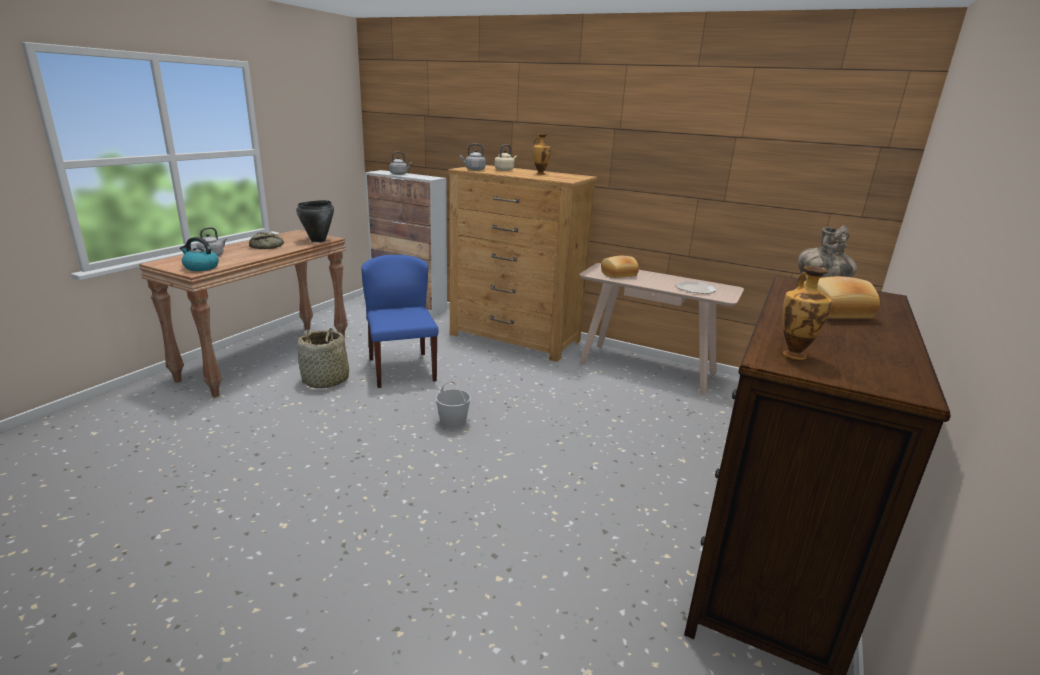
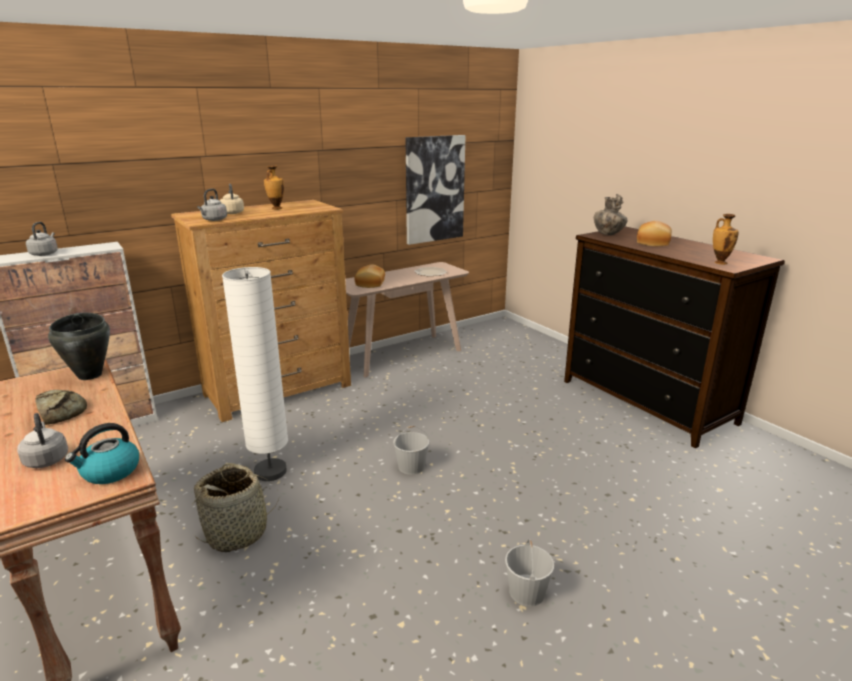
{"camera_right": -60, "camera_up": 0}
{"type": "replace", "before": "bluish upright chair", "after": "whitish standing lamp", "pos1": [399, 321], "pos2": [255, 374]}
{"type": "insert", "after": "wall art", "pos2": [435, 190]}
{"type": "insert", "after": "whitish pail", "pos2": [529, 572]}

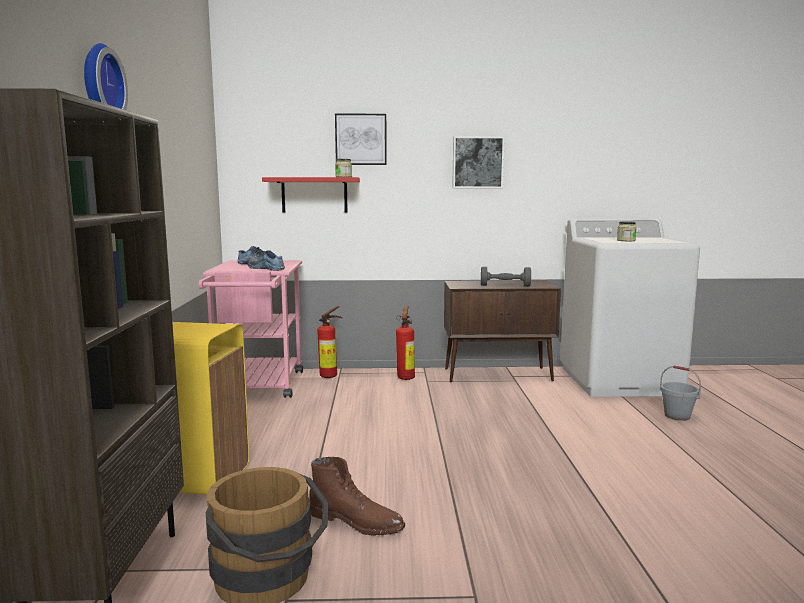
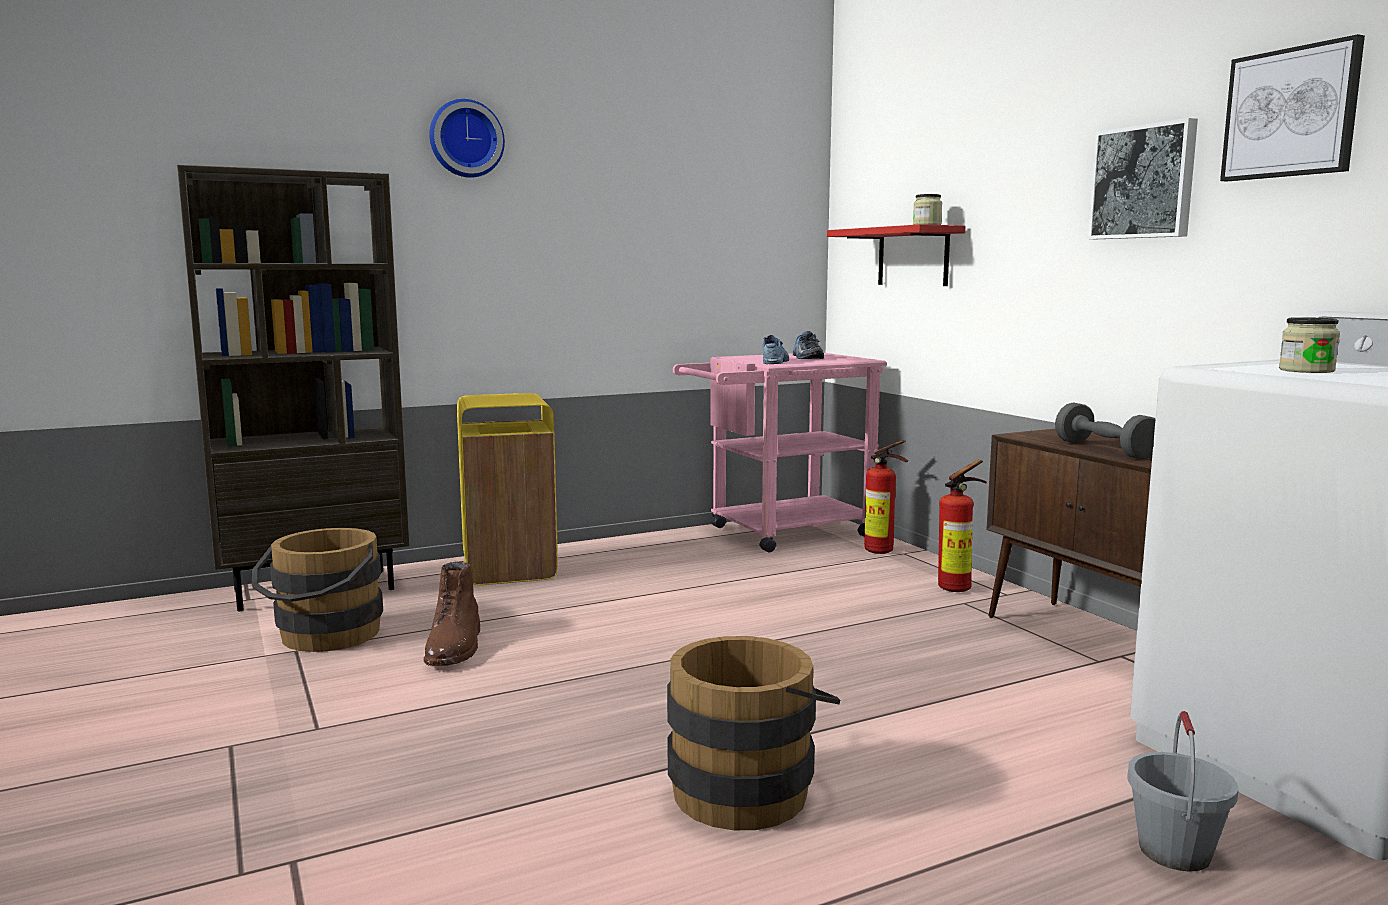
{"camera_right": 65, "camera_up": 0}
{"type": "move", "before": "wall art", "pos1": [361, 139], "pos2": [1292, 107]}
{"type": "insert", "after": "brownish pail", "pos2": [753, 733]}

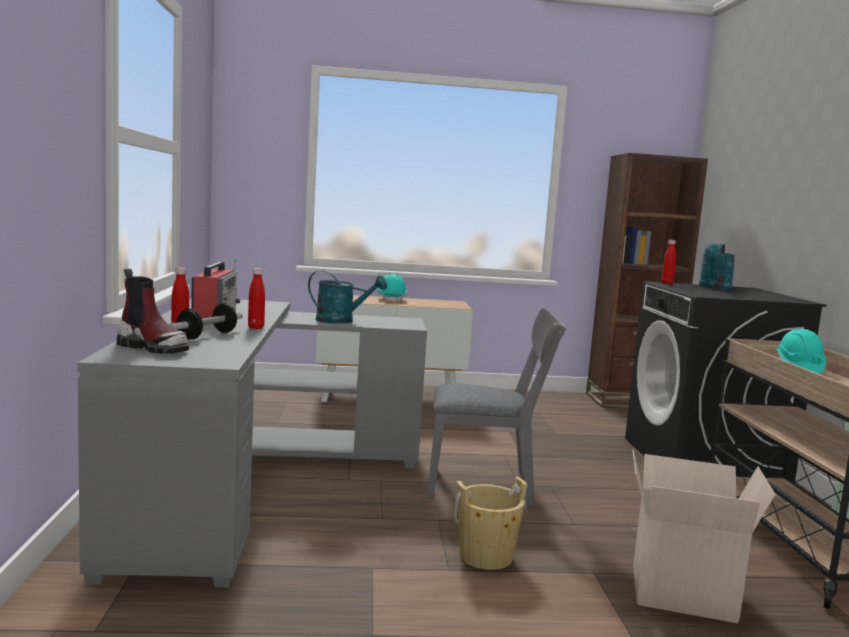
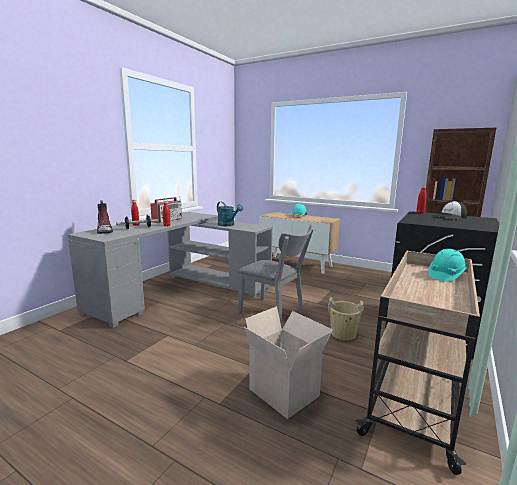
{"camera_right": 35, "camera_up": 5}
{"type": "move", "before": "beige pail", "pos1": [490, 523], "pos2": [346, 318]}
{"type": "replace", "before": "turquoise-coloured sprinkling can", "after": "baseball cap", "pos1": [717, 267], "pos2": [450, 210]}

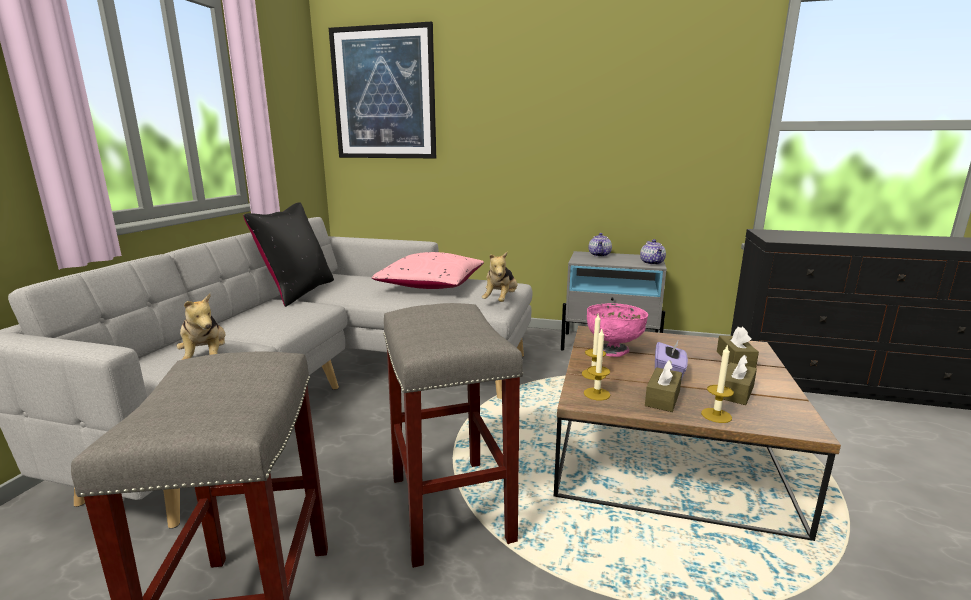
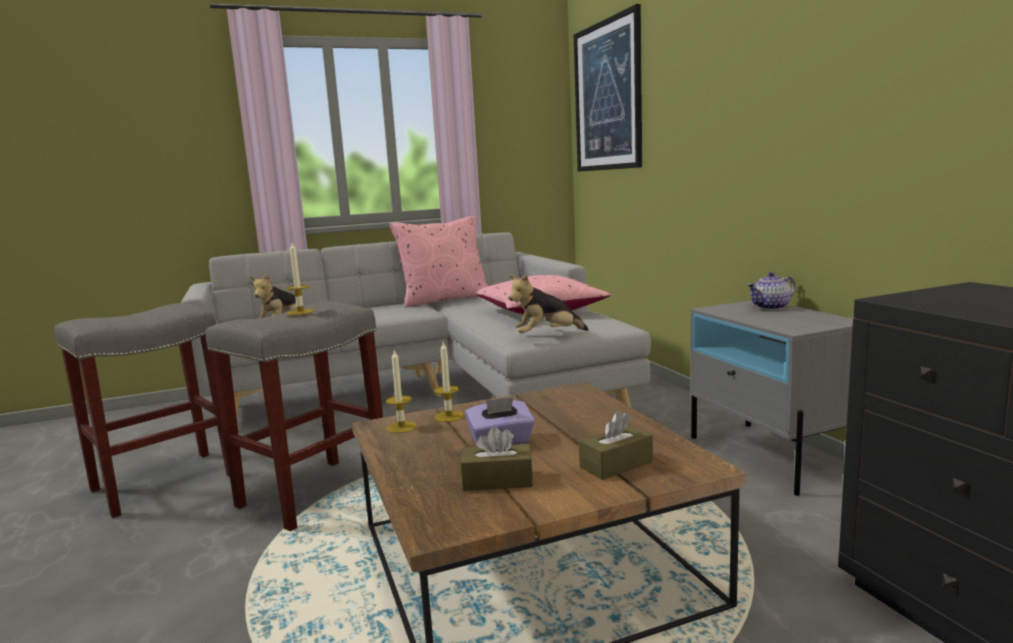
{"camera_right": 55, "camera_up": -5}
{"type": "recolor", "before": "blackish pillow", "after": "pink pillow", "pos1": [288, 254], "pos2": [439, 261]}
{"type": "delete", "before": "pink serving bowl", "pos1": [617, 330]}
{"type": "delete", "before": "teapot", "pos1": [653, 252]}
{"type": "delete", "before": "brownish box of tissues", "pos1": [663, 386]}
{"type": "move", "before": "wax light", "pos1": [717, 383], "pos2": [300, 279]}

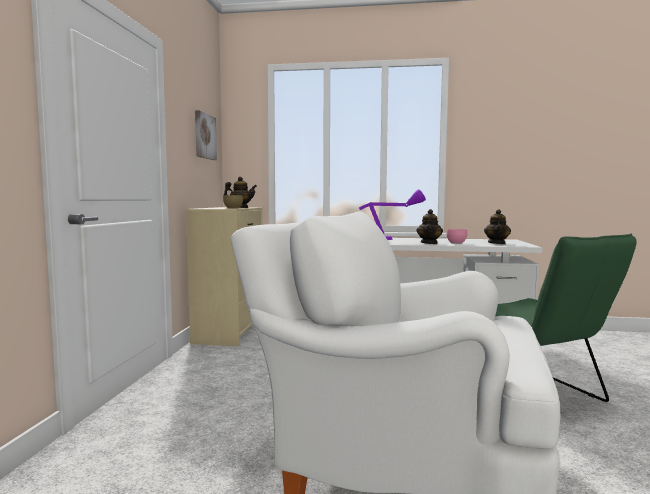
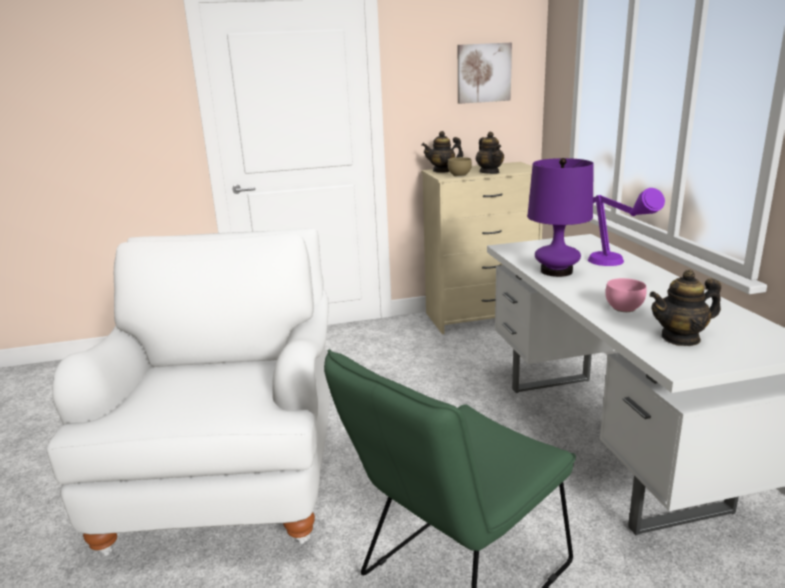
{"camera_right": 70, "camera_up": 15}
{"type": "move", "before": "teapot", "pos1": [430, 226], "pos2": [442, 152]}
{"type": "insert", "after": "purplish lamp for a table", "pos2": [560, 217]}

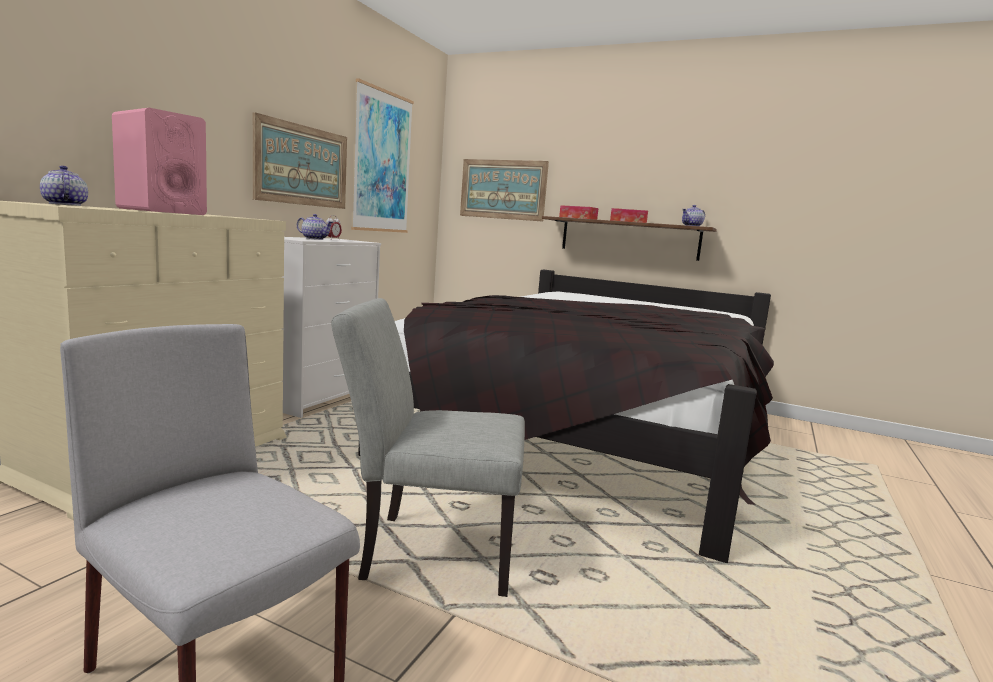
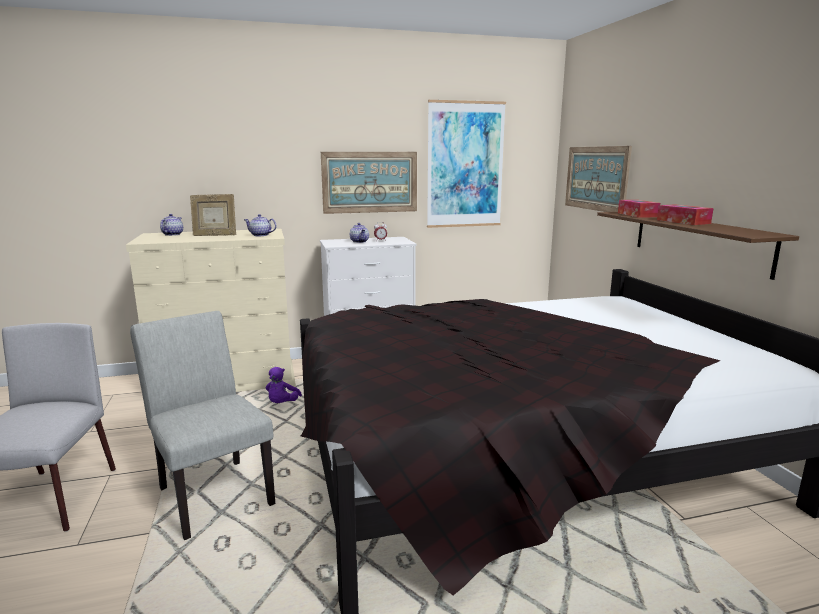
{"camera_right": 50, "camera_up": 5}
{"type": "replace", "before": "pink audio speaker", "after": "picture frame", "pos1": [159, 161], "pos2": [213, 215]}
{"type": "move", "before": "teapot", "pos1": [693, 215], "pos2": [260, 225]}
{"type": "insert", "after": "purplish plush toy", "pos2": [284, 385]}

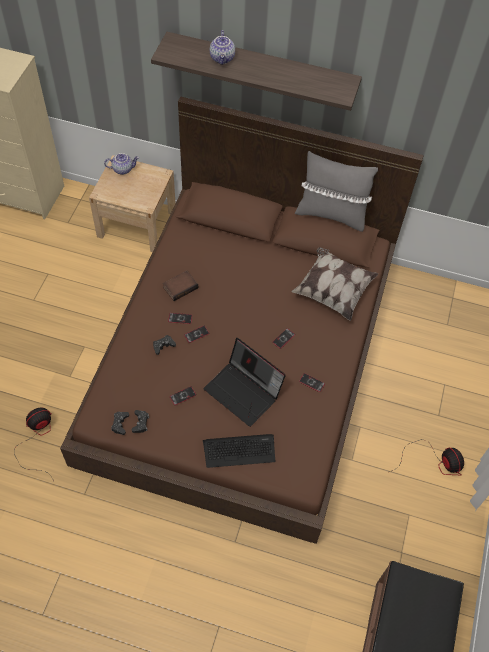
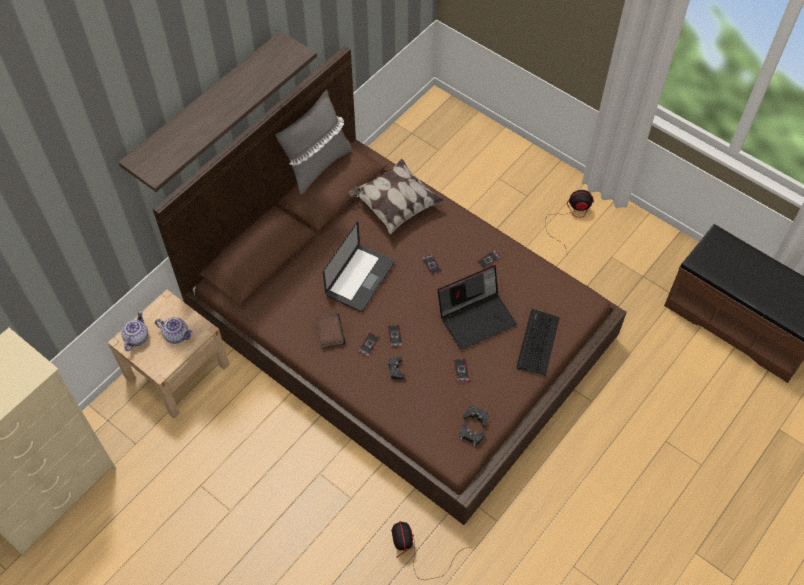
{"camera_right": -65, "camera_up": 0}
{"type": "move", "before": "teapot", "pos1": [222, 47], "pos2": [174, 330]}
{"type": "insert", "after": "portable computer", "pos2": [358, 266]}

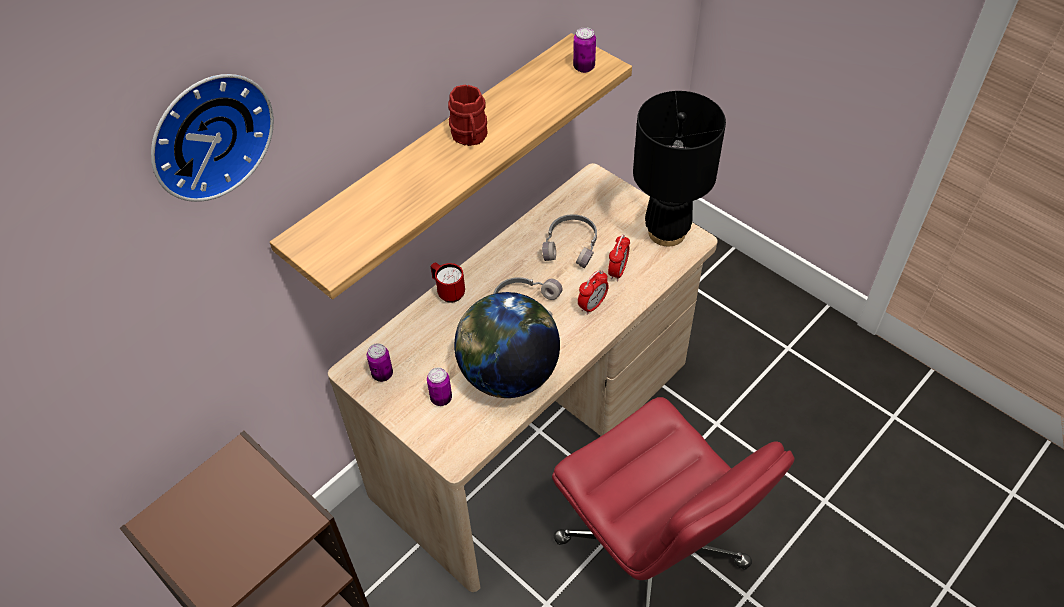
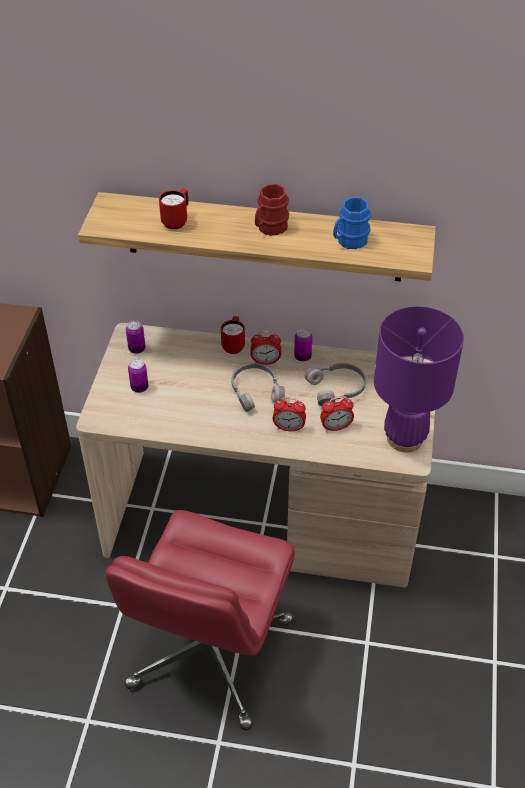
{"camera_right": 55, "camera_up": -5}
{"type": "delete", "before": "wall clock", "pos1": [212, 138]}
{"type": "delete", "before": "world globe", "pos1": [507, 345]}
{"type": "move", "before": "metal can", "pos1": [584, 50], "pos2": [303, 345]}
{"type": "recolor", "before": "blackish lamp for a table", "after": "purplish lamp for a table", "pos1": [679, 168], "pos2": [419, 379]}
{"type": "insert", "after": "reddish coffee mug", "pos2": [174, 208]}
{"type": "insert", "after": "bedside clock", "pos2": [265, 348]}
{"type": "insert", "after": "bluish coffee mug", "pos2": [352, 223]}

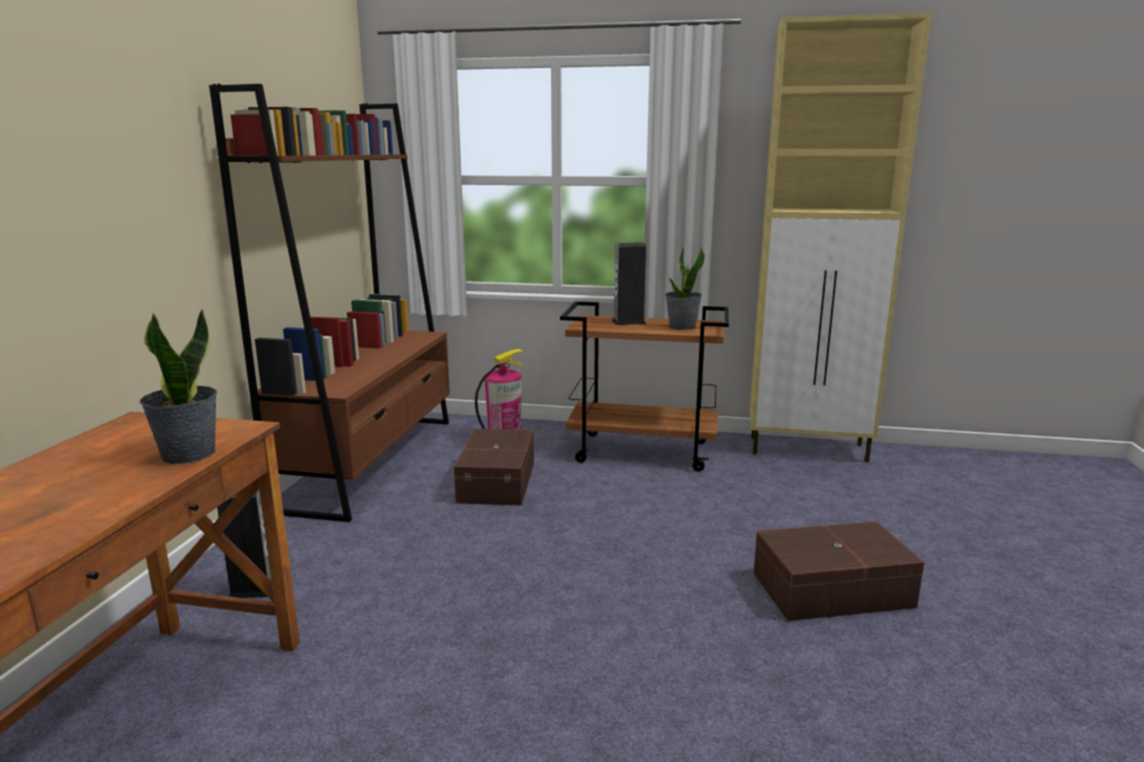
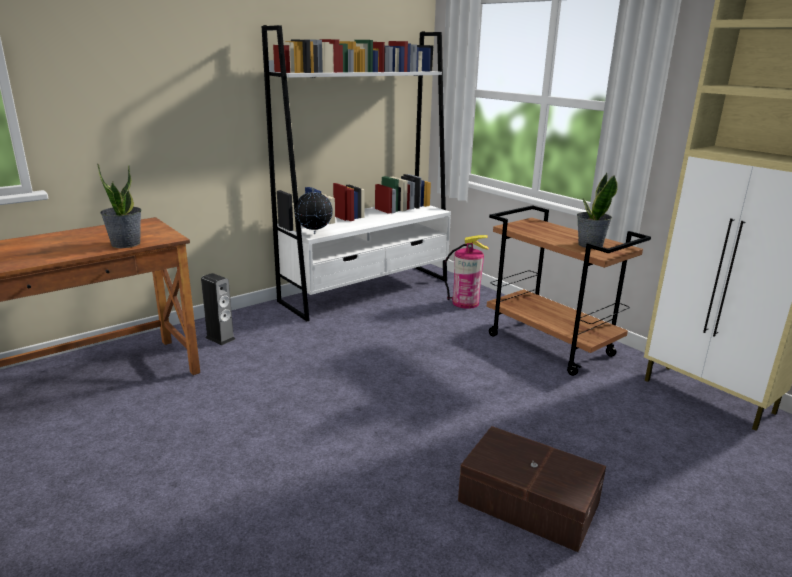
{"camera_right": 40, "camera_up": 5}
{"type": "recolor", "before": "brownish bookshelf", "after": "whitish bookshelf", "pos1": [329, 303], "pos2": [356, 173]}
{"type": "delete", "before": "brownish storage box", "pos1": [494, 467]}
{"type": "delete", "before": "audio speaker", "pos1": [629, 283]}
{"type": "insert", "after": "world globe", "pos2": [314, 210]}

